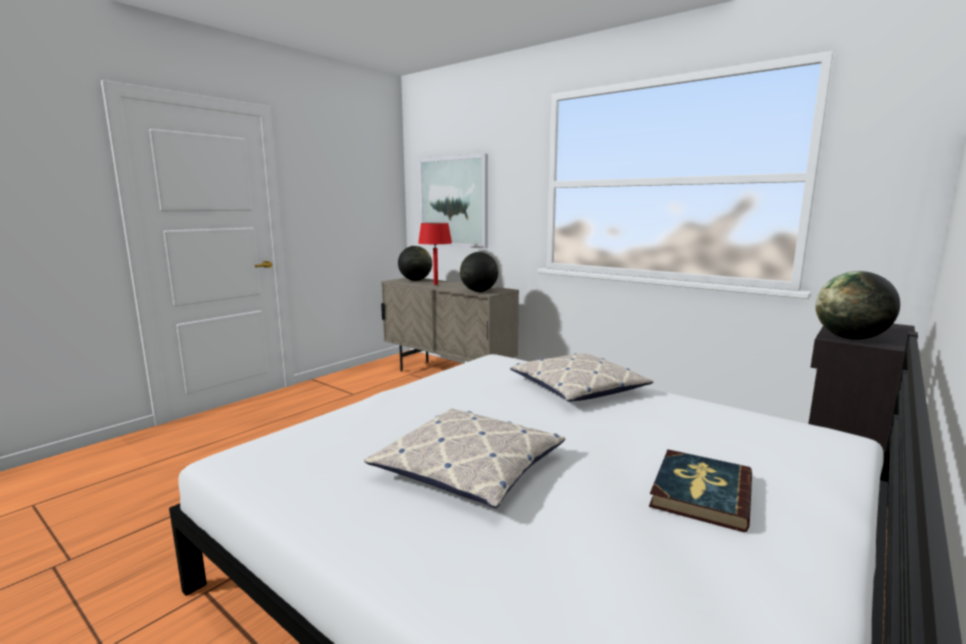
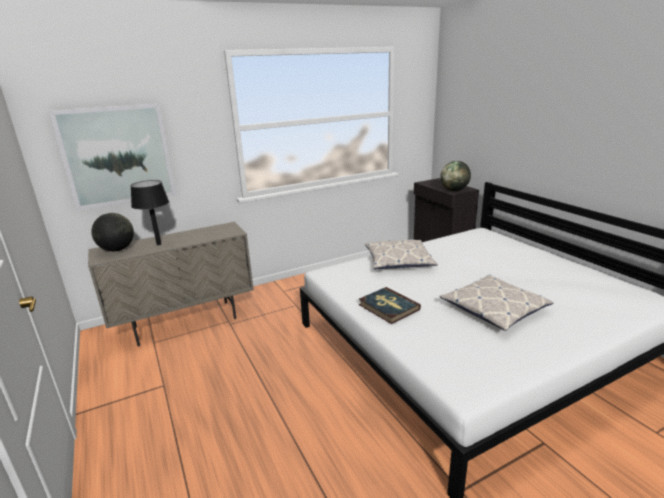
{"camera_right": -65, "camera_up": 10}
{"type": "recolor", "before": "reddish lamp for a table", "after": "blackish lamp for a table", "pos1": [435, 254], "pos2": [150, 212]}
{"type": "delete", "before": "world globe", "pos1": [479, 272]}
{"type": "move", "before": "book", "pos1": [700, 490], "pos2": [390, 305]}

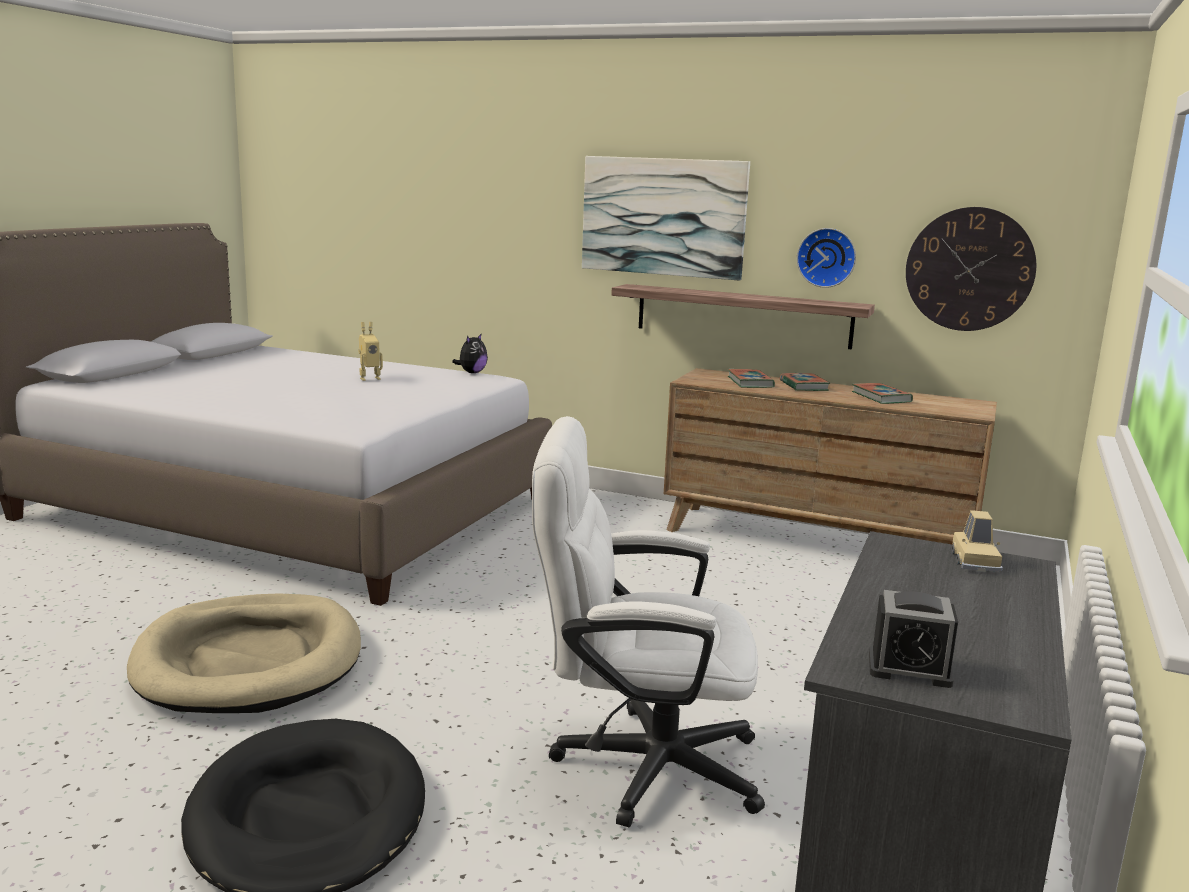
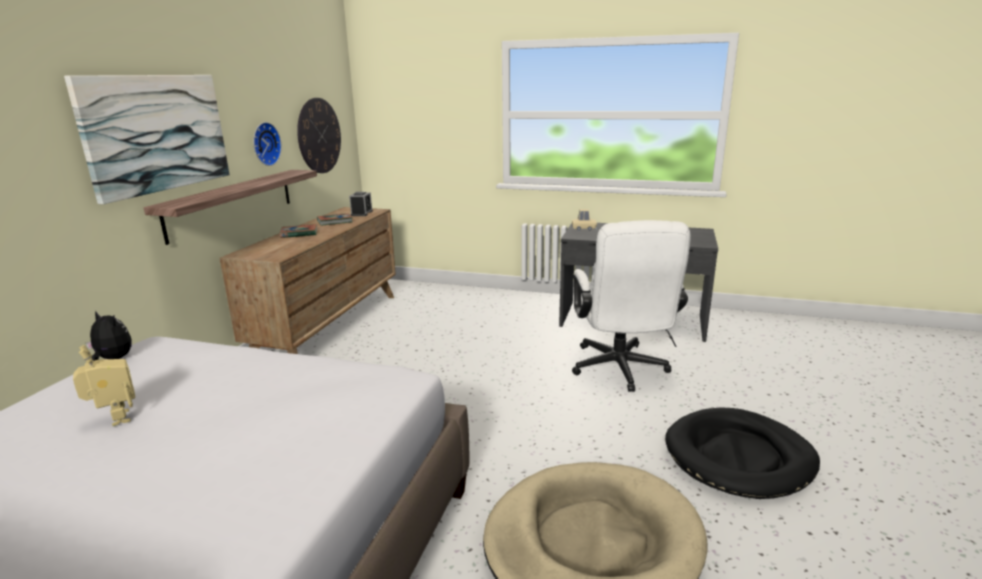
{"camera_right": -95, "camera_up": 5}
{"type": "delete", "before": "book", "pos1": [751, 378]}
{"type": "move", "before": "bedside clock", "pos1": [913, 639], "pos2": [361, 204]}

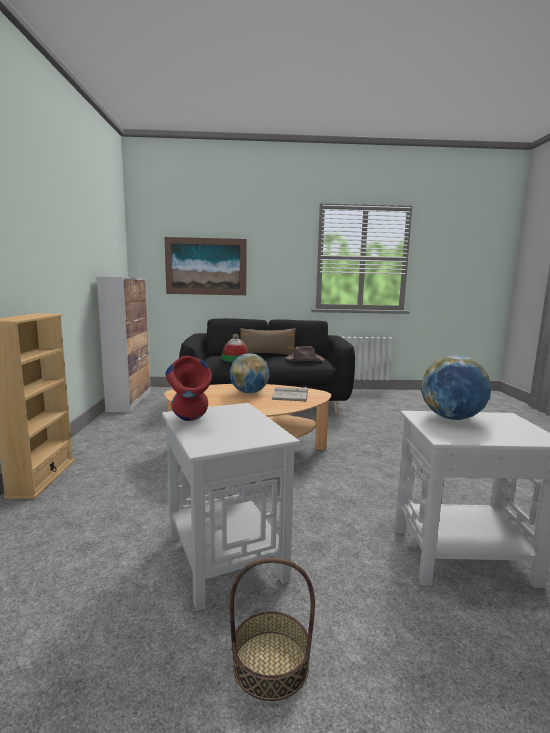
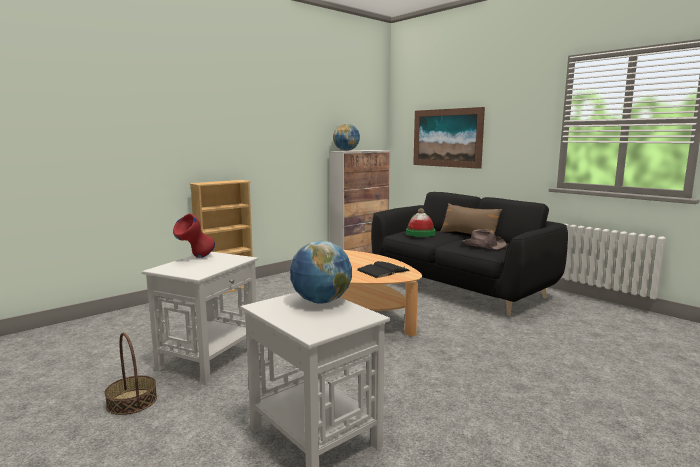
{"camera_right": 50, "camera_up": 0}
{"type": "move", "before": "world globe", "pos1": [249, 373], "pos2": [346, 137]}
{"type": "recolor", "before": "whitish book", "after": "blackish book", "pos1": [290, 393], "pos2": [383, 269]}

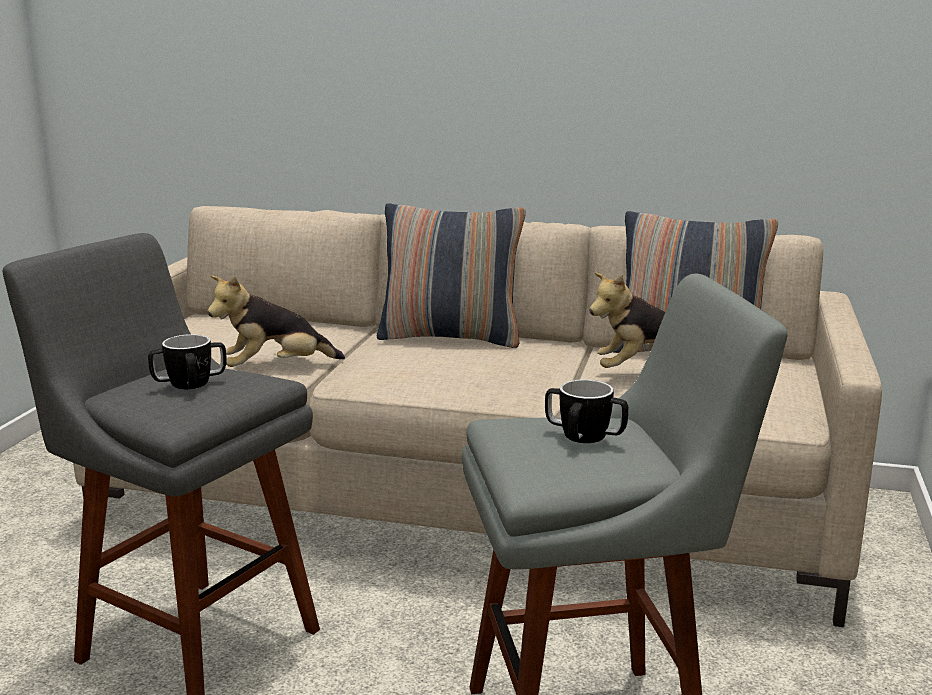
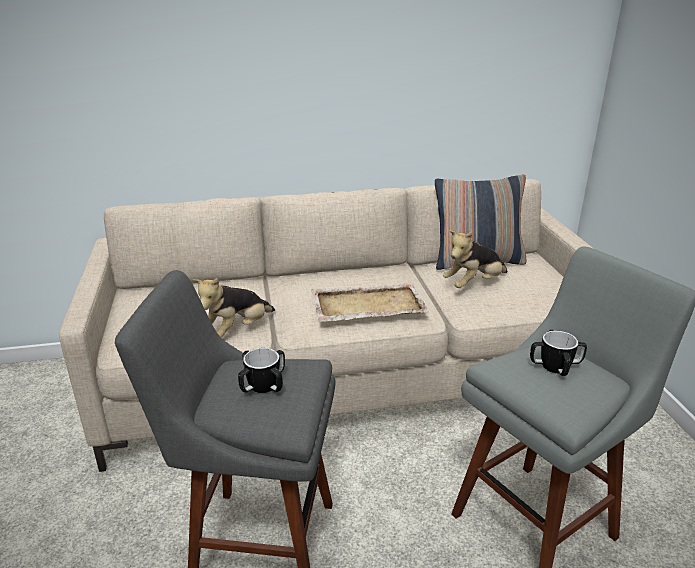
{"camera_right": -25, "camera_up": 10}
{"type": "delete", "before": "pillow", "pos1": [451, 275]}
{"type": "insert", "after": "beige carrying tray", "pos2": [370, 302]}

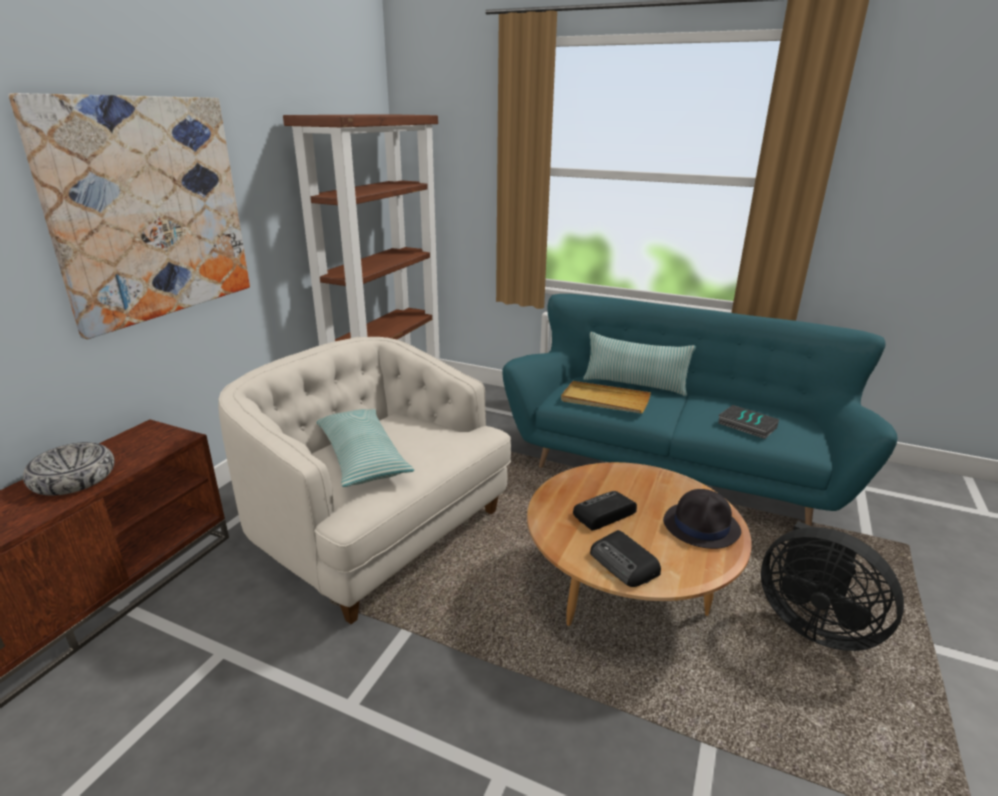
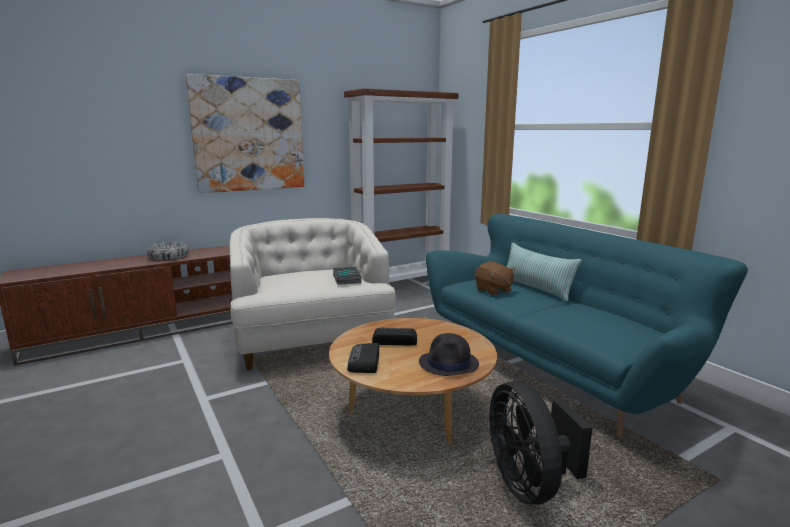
{"camera_right": 35, "camera_up": -10}
{"type": "delete", "before": "pillow", "pos1": [365, 448]}
{"type": "replace", "before": "beige carrying tray", "after": "brownish plush toy", "pos1": [606, 397], "pos2": [495, 278]}
{"type": "move", "before": "book", "pos1": [748, 422], "pos2": [347, 276]}

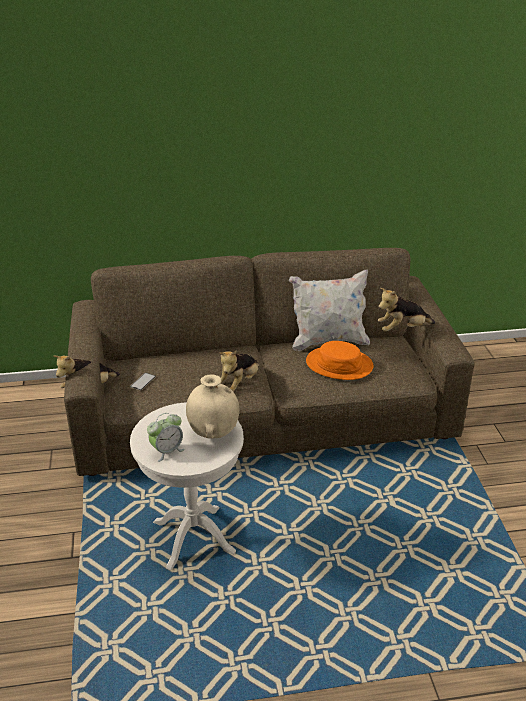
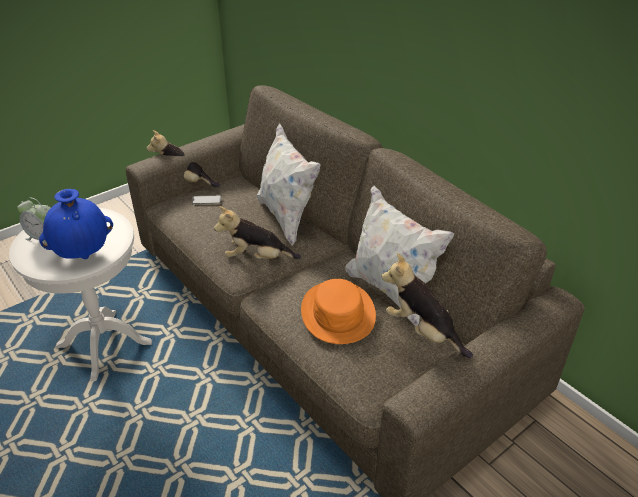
{"camera_right": 60, "camera_up": 5}
{"type": "recolor", "before": "beige vase", "after": "bluish vase", "pos1": [212, 407], "pos2": [76, 224]}
{"type": "insert", "after": "whitish pillow", "pos2": [289, 185]}

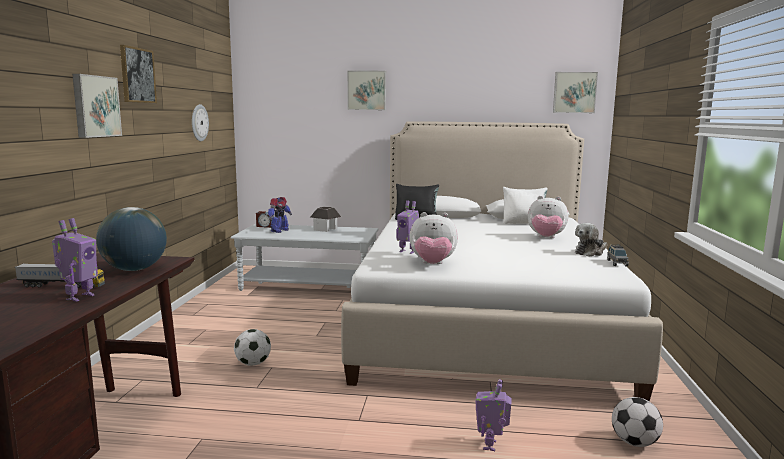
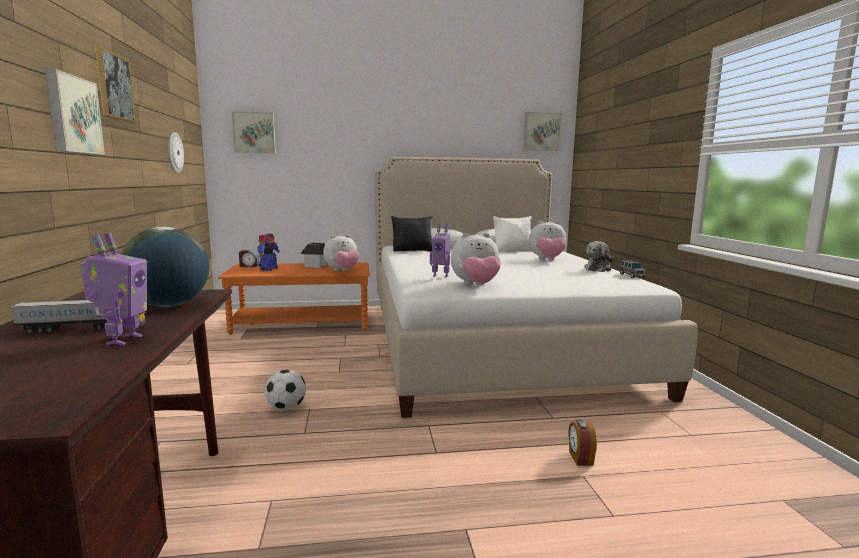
{"camera_right": -15, "camera_up": 0}
{"type": "recolor", "before": "greyish low table", "after": "orange low table", "pos1": [305, 257], "pos2": [294, 299]}
{"type": "move", "before": "wall art", "pos1": [366, 90], "pos2": [254, 132]}
{"type": "replace", "before": "toy robot", "after": "bedside clock", "pos1": [493, 415], "pos2": [583, 443]}
{"type": "delete", "before": "ball for football", "pos1": [637, 422]}
{"type": "insert", "after": "plush toy", "pos2": [341, 252]}

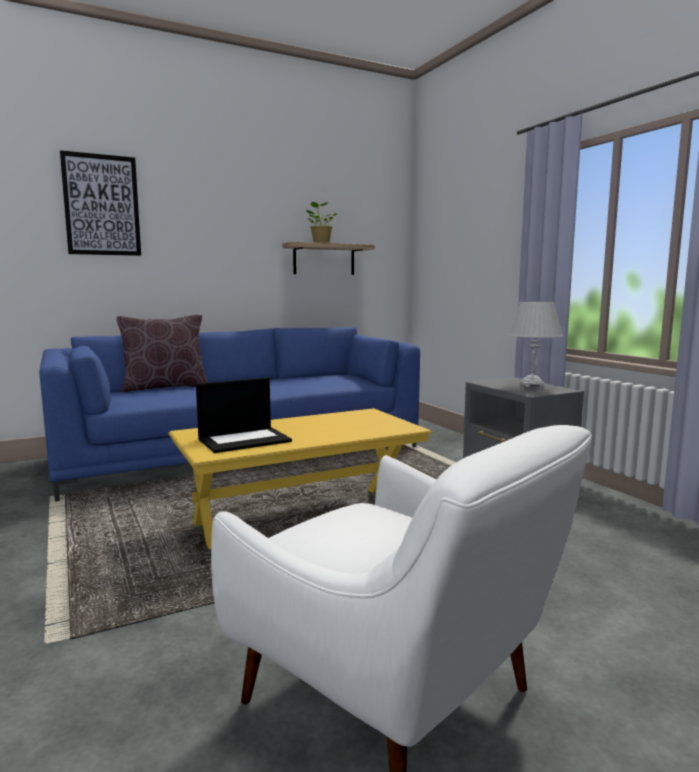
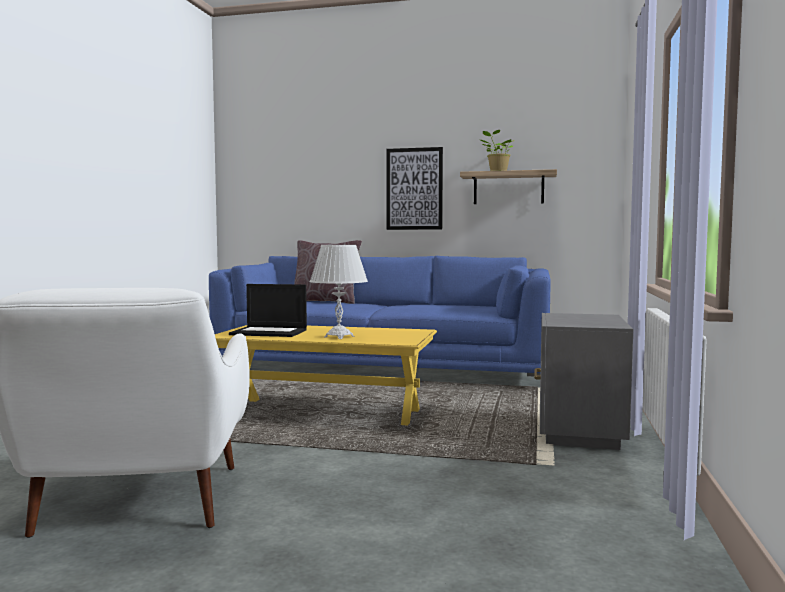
{"camera_right": 40, "camera_up": -5}
{"type": "move", "before": "wall art", "pos1": [100, 203], "pos2": [414, 188]}
{"type": "move", "before": "whitish lamp for a table", "pos1": [535, 344], "pos2": [339, 292]}

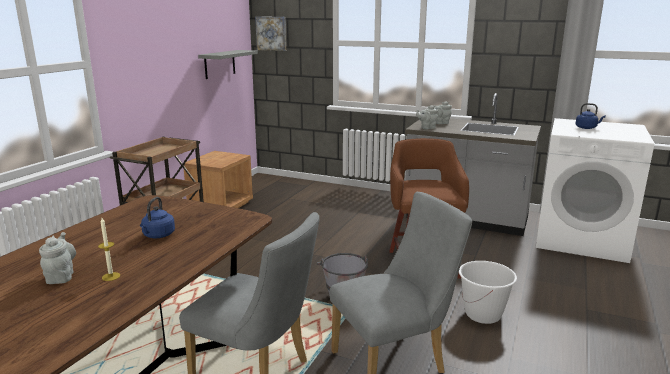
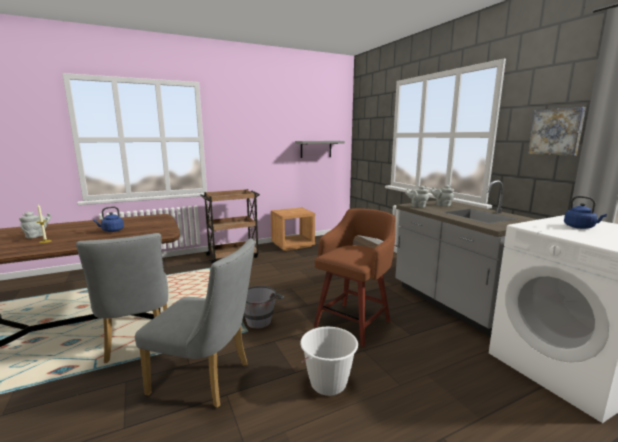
{"camera_right": 40, "camera_up": -5}
{"type": "move", "before": "wall art", "pos1": [270, 33], "pos2": [557, 131]}

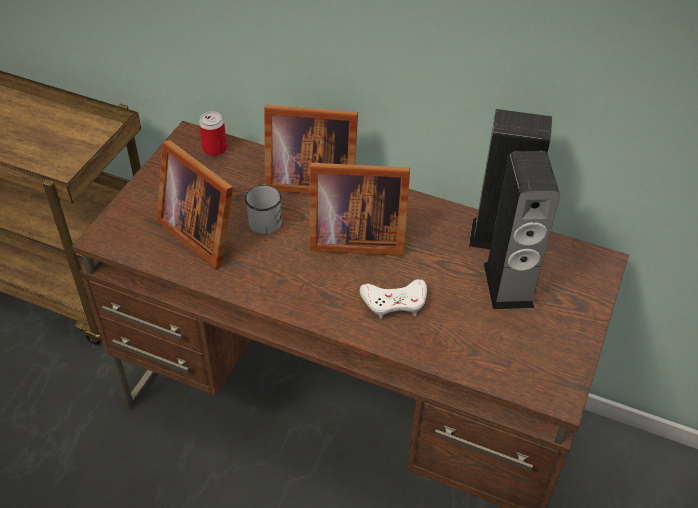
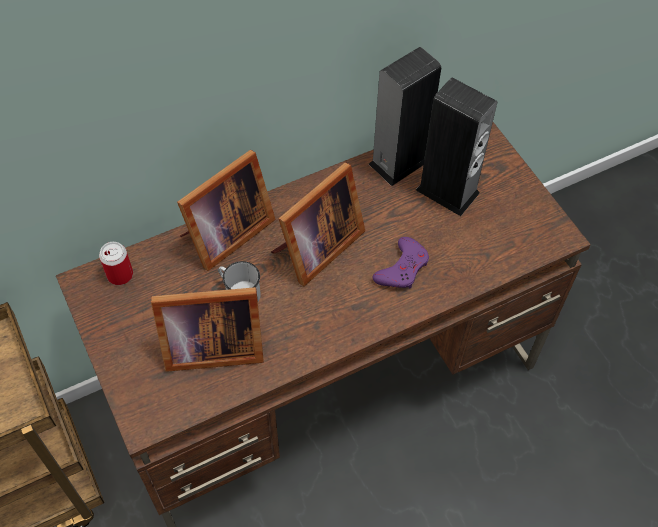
{"camera_right": -50, "camera_up": 10}
{"type": "recolor", "before": "whitish joypad", "after": "purplish joypad", "pos1": [393, 299], "pos2": [401, 263]}

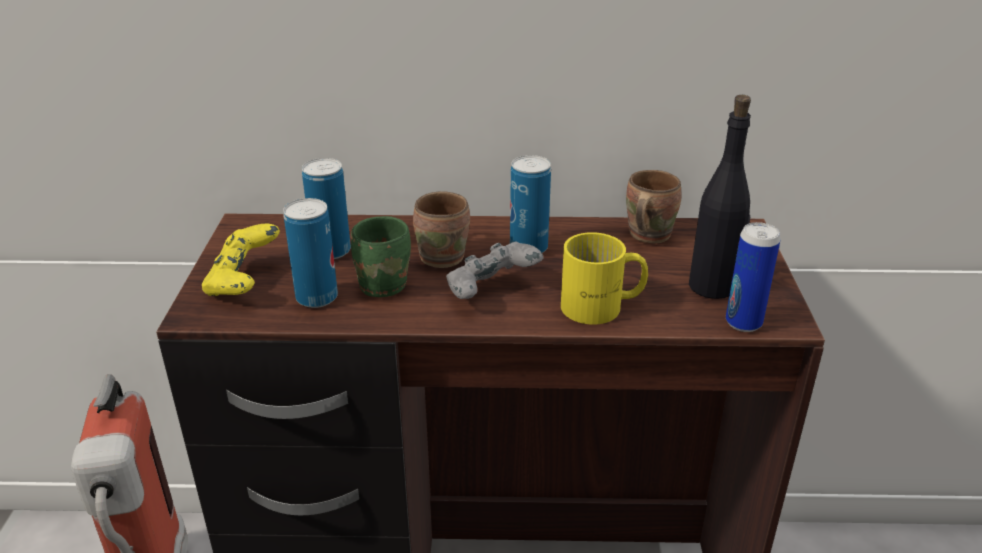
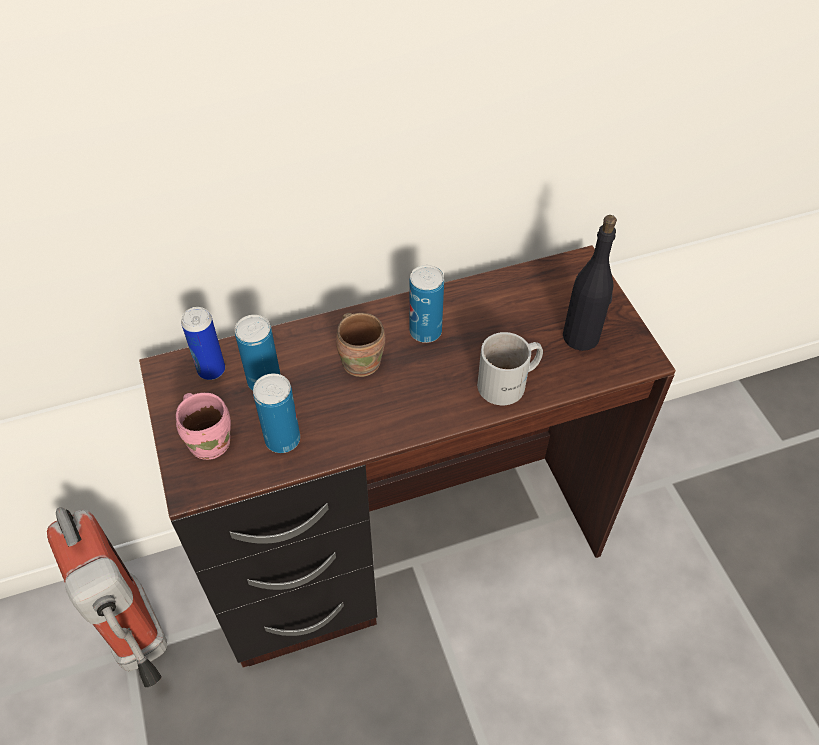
{"camera_right": -20, "camera_up": 20}
{"type": "replace", "before": "yellowish joypad", "after": "pink coffee mug", "pos1": [241, 260], "pos2": [203, 426]}
{"type": "delete", "before": "green-coloured coffee mug", "pos1": [381, 256]}
{"type": "delete", "before": "greyish joypad", "pos1": [494, 270]}
{"type": "recolor", "before": "yellowish coffee mug", "after": "whitish coffee mug", "pos1": [604, 278], "pos2": [510, 368]}
{"type": "delete", "before": "brownish coffee mug", "pos1": [654, 206]}
{"type": "move", "before": "metal can", "pos1": [753, 277], "pos2": [203, 343]}

